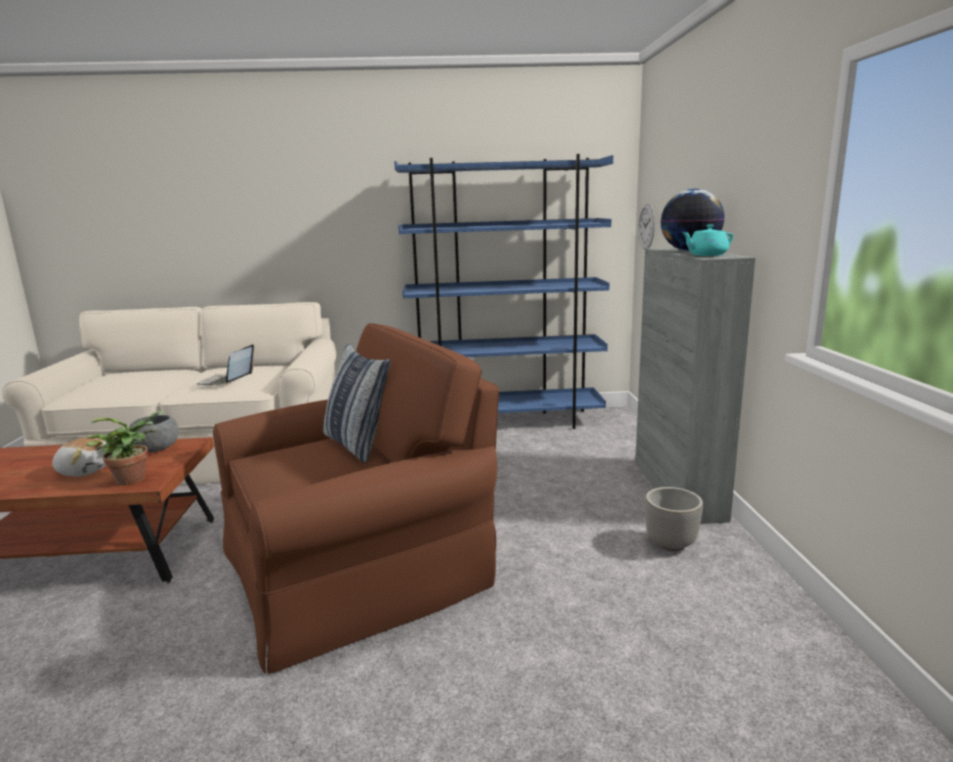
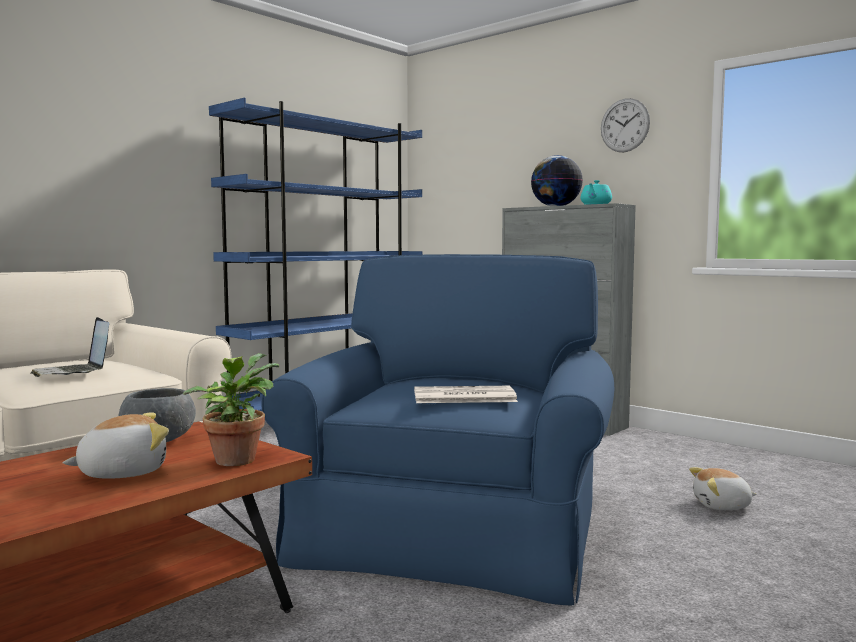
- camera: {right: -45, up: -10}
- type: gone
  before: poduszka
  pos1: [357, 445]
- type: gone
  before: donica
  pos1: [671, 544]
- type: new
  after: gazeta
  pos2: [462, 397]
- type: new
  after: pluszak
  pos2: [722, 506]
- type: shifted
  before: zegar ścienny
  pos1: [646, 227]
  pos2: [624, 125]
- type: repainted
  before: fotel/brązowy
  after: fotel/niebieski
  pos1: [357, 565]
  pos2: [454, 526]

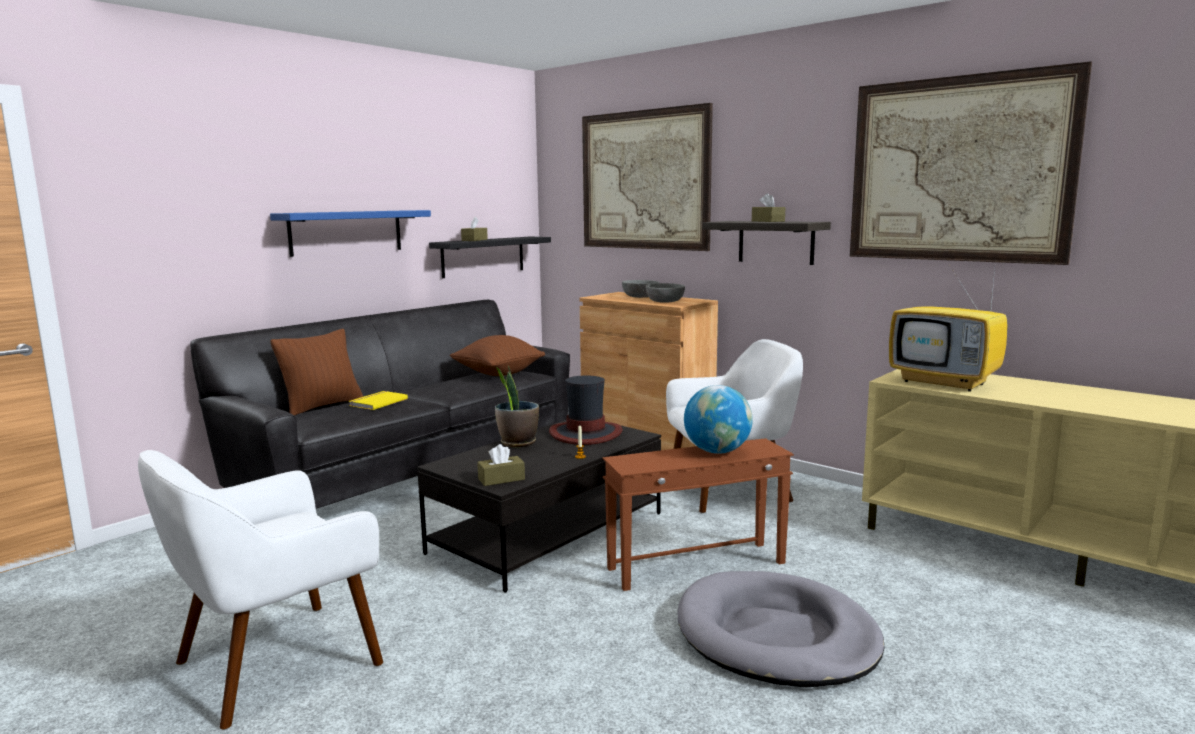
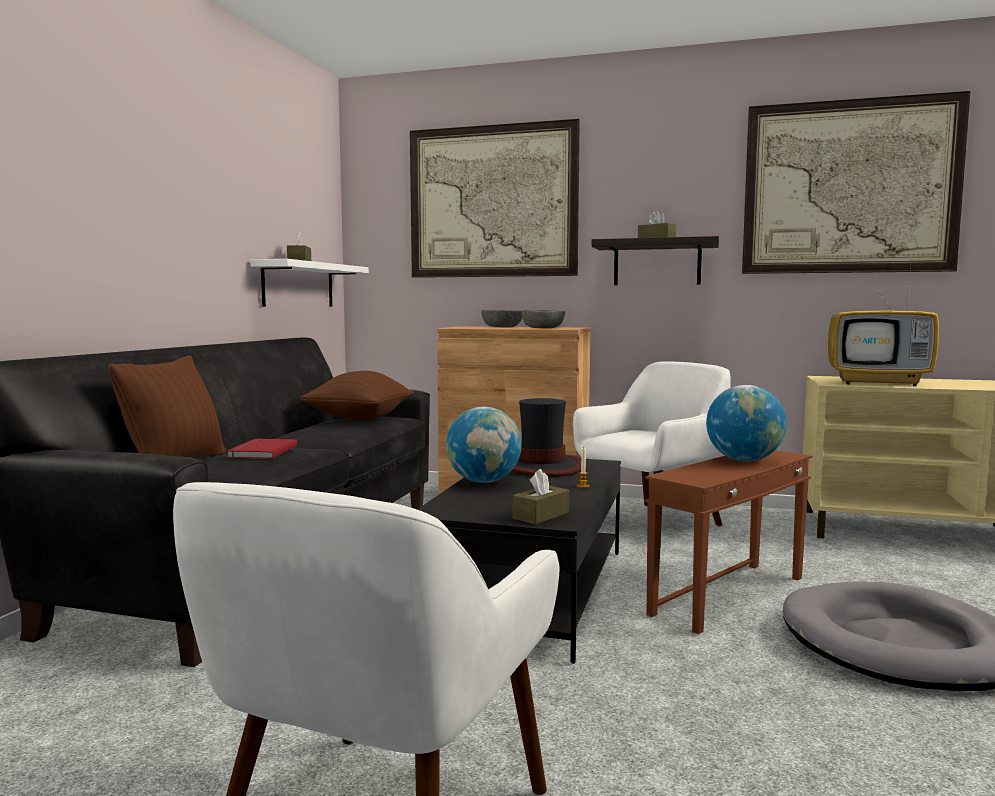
- camera: {right: -25, up: -5}
- type: gone
  before: półka/niebieski
  pos1: [346, 232]
- type: swapped
  before: roślina doniczkowa
  after: globus
  pos1: [517, 443]
  pos2: [484, 482]
- type: repainted
  before: książka/żółty
  after: książka/czerwony
  pos1: [377, 402]
  pos2: [261, 452]
- type: repainted
  before: półka/czarny
  after: półka/biały
  pos1: [483, 256]
  pos2: [298, 285]

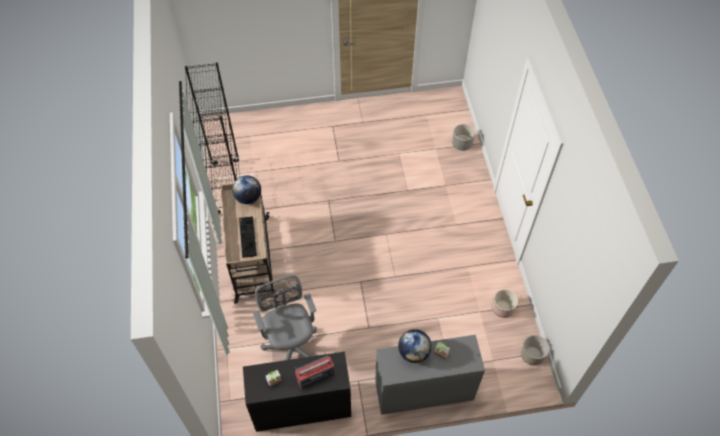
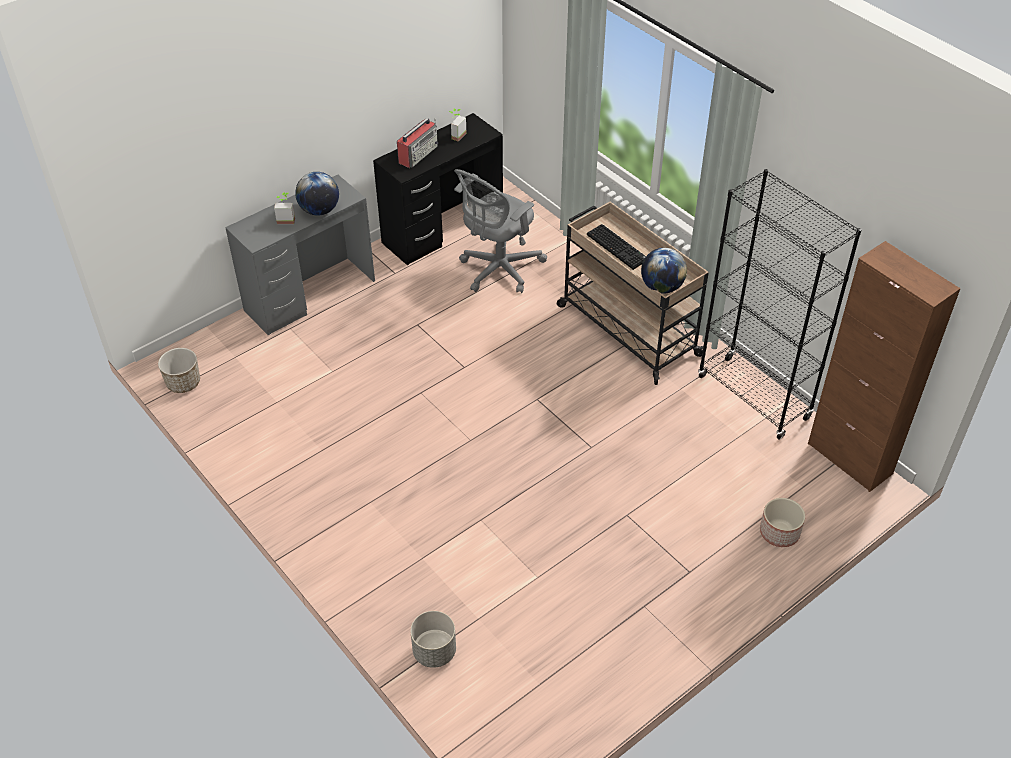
- camera: {right: 150, up: -10}
- type: new
  after: szafka/brązowy
  pos2: [849, 459]
- type: shifted
  before: donica
  pos1: [503, 308]
  pos2: [779, 532]
- type: rotated
  before: krzesło biurowe/szary
  pos1: [291, 346]
  pos2: [498, 270]
  turn: 90

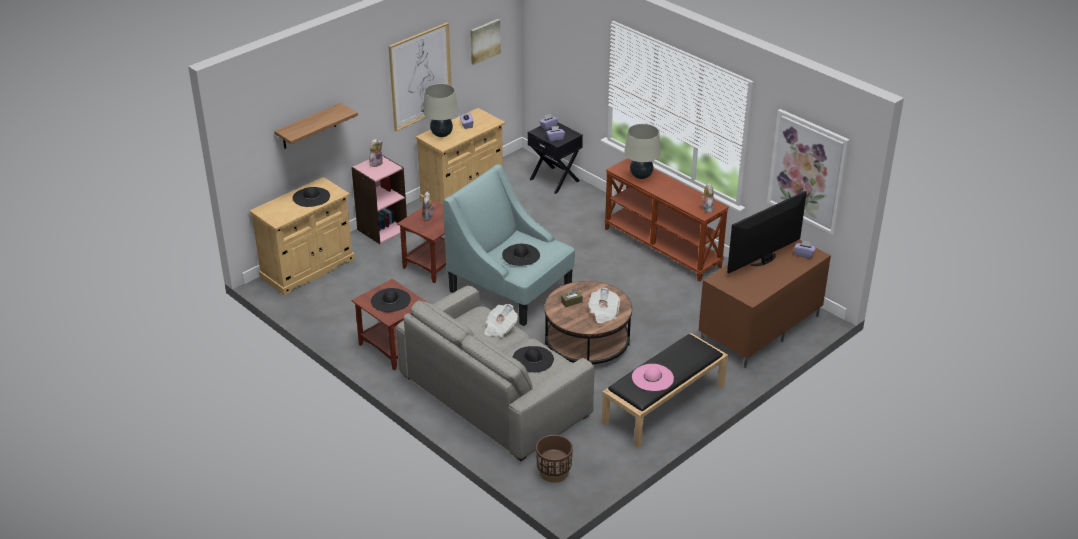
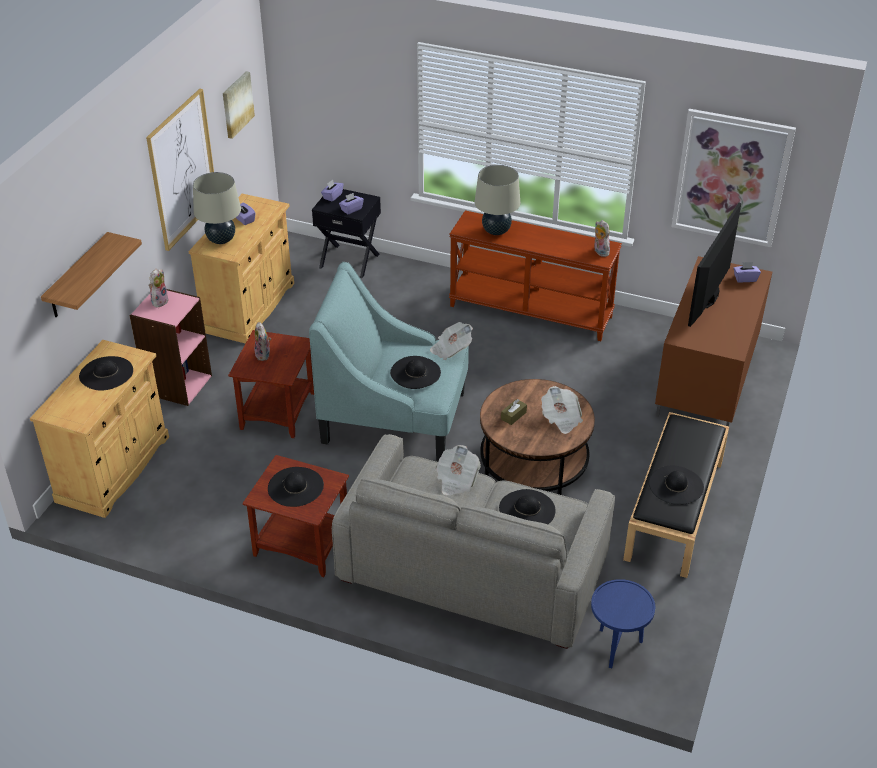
- camera: {right: -25, up: 5}
- type: new
  after: gazeta
  pos2: [451, 349]
- type: swapped
  before: donica/brązowy
  after: stolik/niebieski
  pos1: [553, 472]
  pos2: [616, 649]
- type: repainted
  before: kapelusz/różowy
  after: kapelusz/czarny
  pos1: [652, 377]
  pos2: [676, 485]

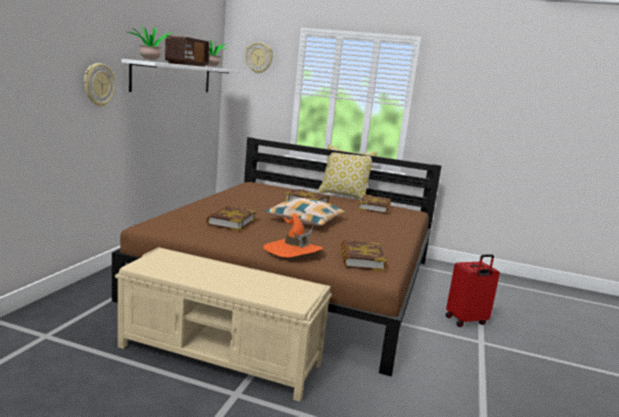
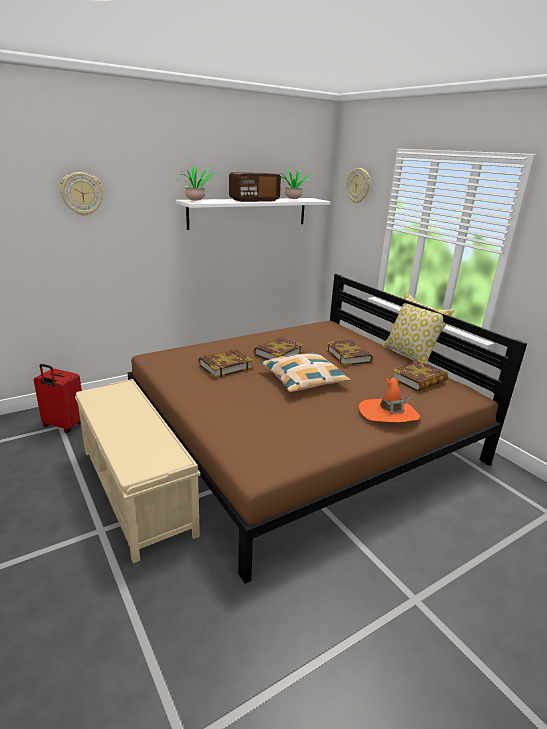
- camera: {right: 40, up: 10}
- type: shifted
  before: zegar ścienny
  pos1: [98, 85]
  pos2: [82, 194]
- type: shifted
  before: kapelusz/pomarańczowy
  pos1: [293, 251]
  pos2: [388, 414]
- type: shifted
  before: książka
  pos1: [361, 259]
  pos2: [278, 353]
- type: shifted
  before: walizka/czerwony
  pos1: [466, 321]
  pos2: [63, 425]

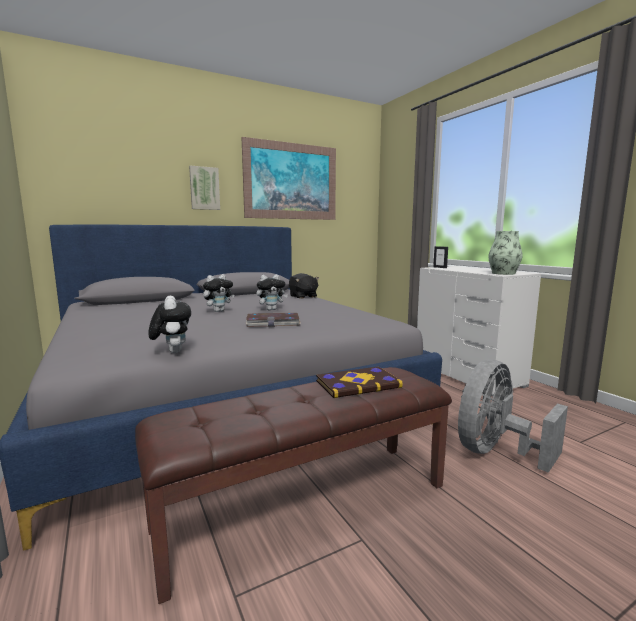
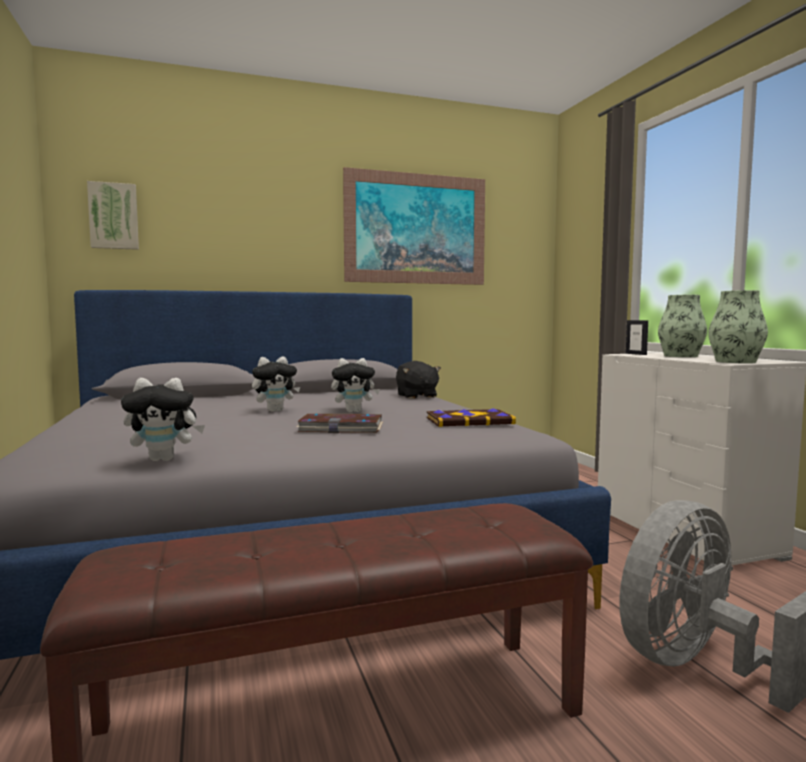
- camera: {right: 10, up: -5}
- type: new
  after: wazon
  pos2: [680, 356]
- type: shifted
  before: obraz
  pos1: [204, 188]
  pos2: [114, 216]
- type: shifted
  before: książka
  pos1: [357, 384]
  pos2: [469, 421]
- type: rotated
  before: pluszak
  pos1: [172, 351]
  pos2: [165, 459]
  turn: 90

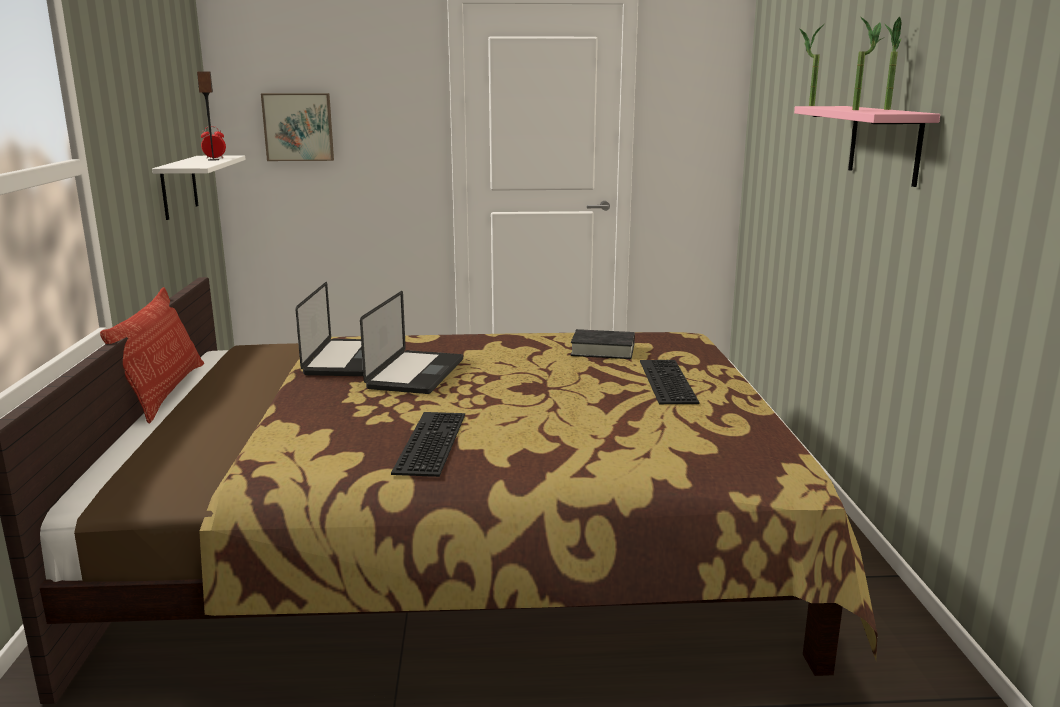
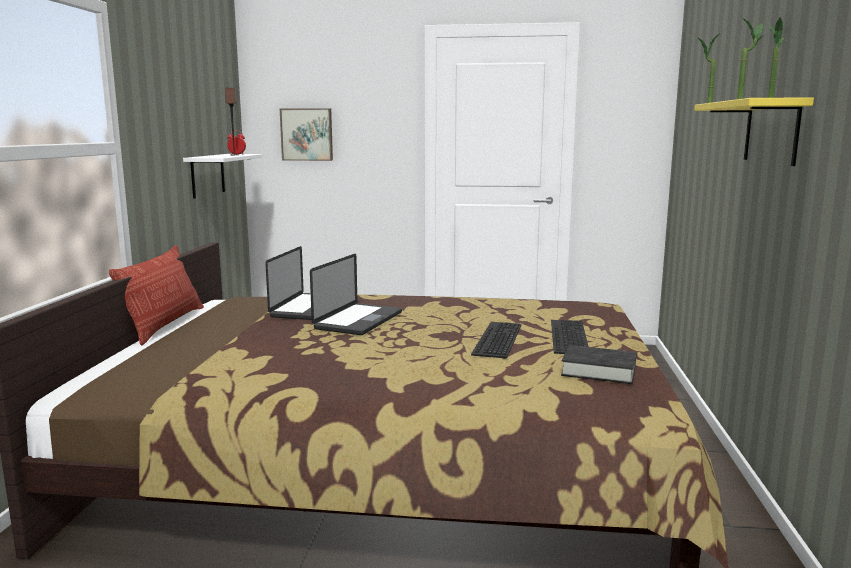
- camera: {right: 10, up: -5}
- type: shifted
  before: klawiatura
  pos1: [428, 441]
  pos2: [496, 338]
- type: shifted
  before: książka/czarny
  pos1: [603, 350]
  pos2: [598, 371]
- type: repainted
  before: półka/różowy
  after: półka/żółty
  pos1: [884, 144]
  pos2: [771, 132]

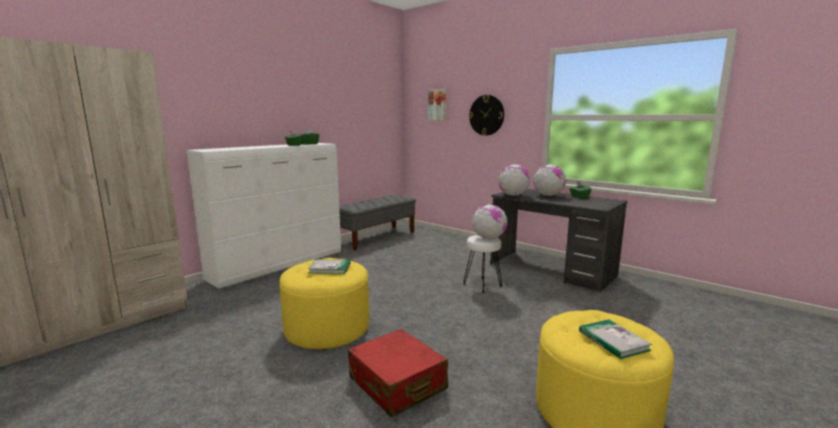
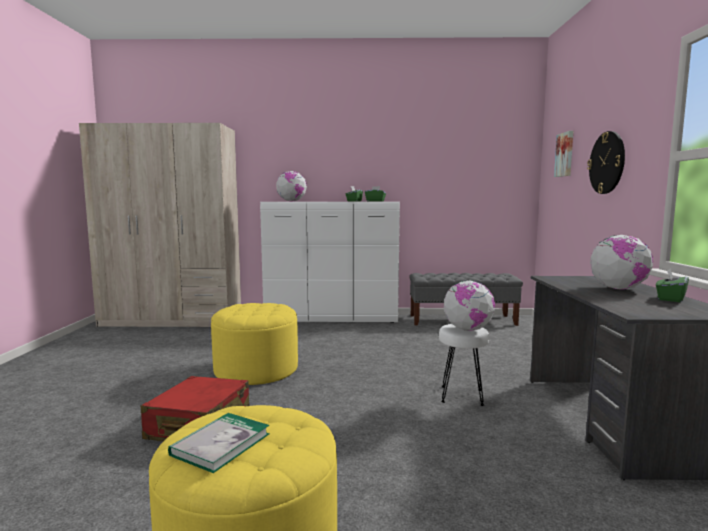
- camera: {right: 50, up: -5}
- type: gone
  before: książka
  pos1: [329, 268]
- type: shifted
  before: globus
  pos1: [513, 195]
  pos2: [291, 201]

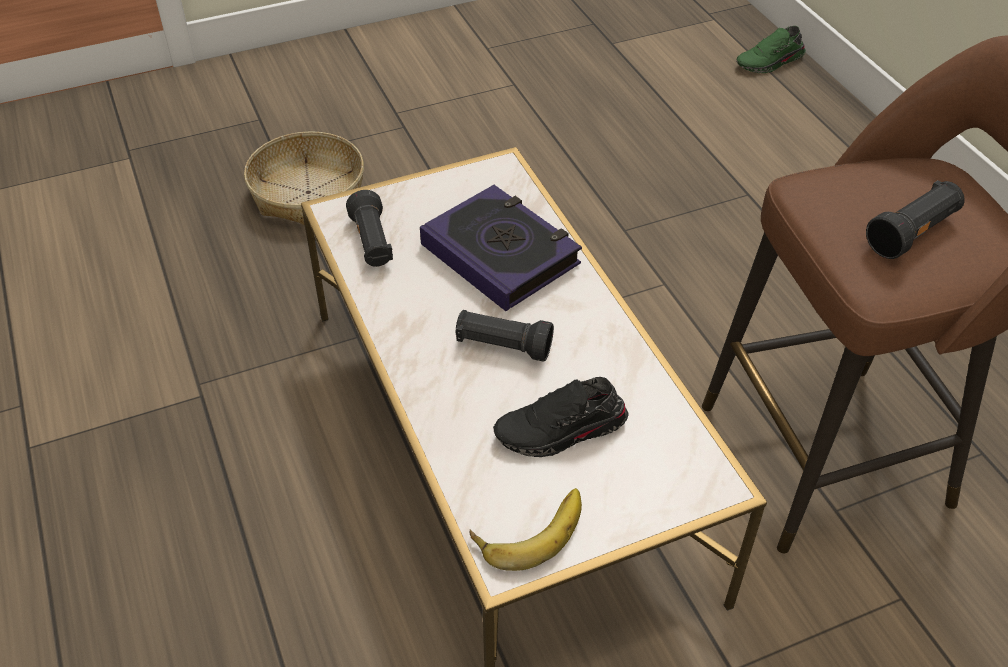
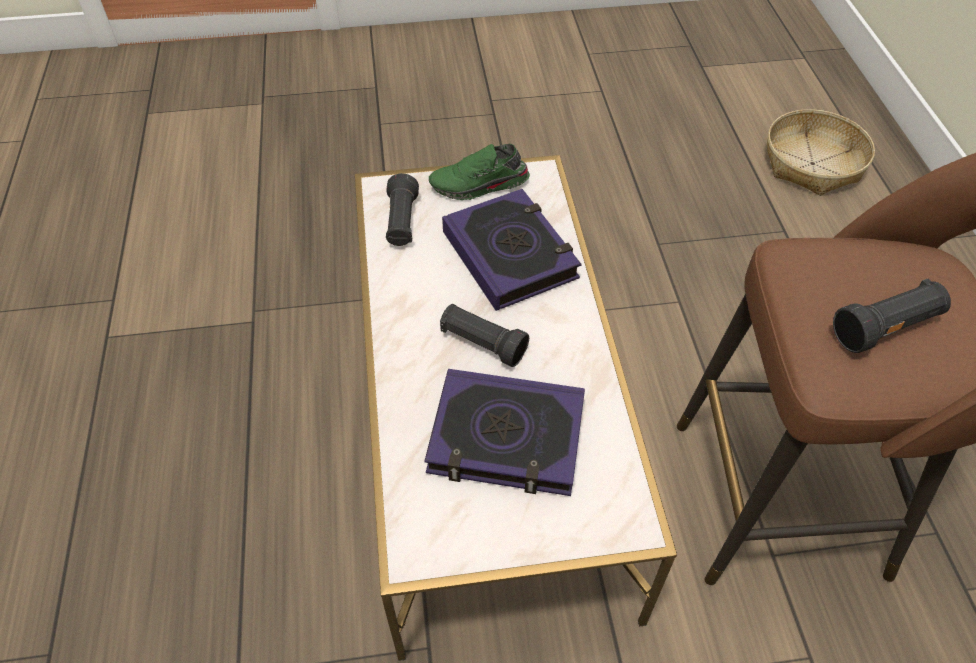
- camera: {right: 15, up: 5}
- type: gone
  before: banan
  pos1: [529, 528]
- type: shifted
  before: koszyk
  pos1: [308, 192]
  pos2: [812, 163]
- type: shifted
  before: but/zielony
  pos1: [770, 63]
  pos2: [479, 186]
- type: swapped
  before: but/czarny
  after: książka
  pos1: [561, 432]
  pos2: [506, 438]

